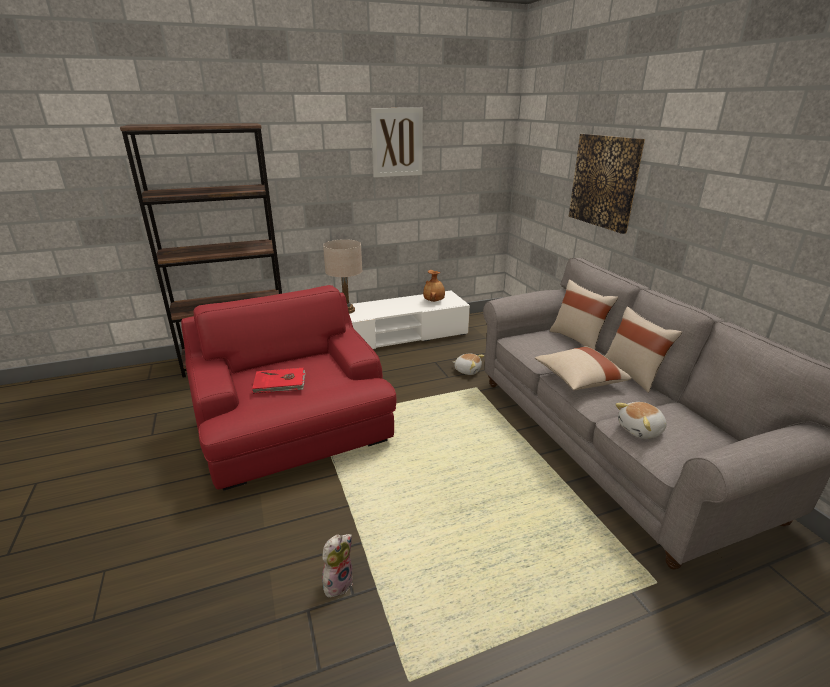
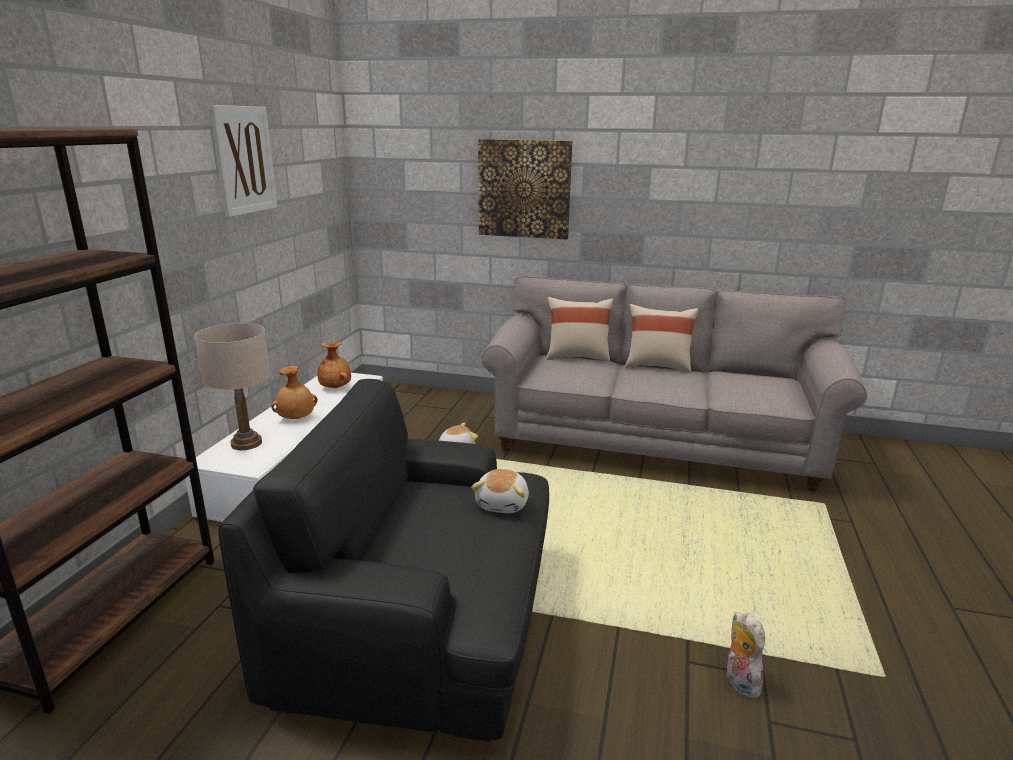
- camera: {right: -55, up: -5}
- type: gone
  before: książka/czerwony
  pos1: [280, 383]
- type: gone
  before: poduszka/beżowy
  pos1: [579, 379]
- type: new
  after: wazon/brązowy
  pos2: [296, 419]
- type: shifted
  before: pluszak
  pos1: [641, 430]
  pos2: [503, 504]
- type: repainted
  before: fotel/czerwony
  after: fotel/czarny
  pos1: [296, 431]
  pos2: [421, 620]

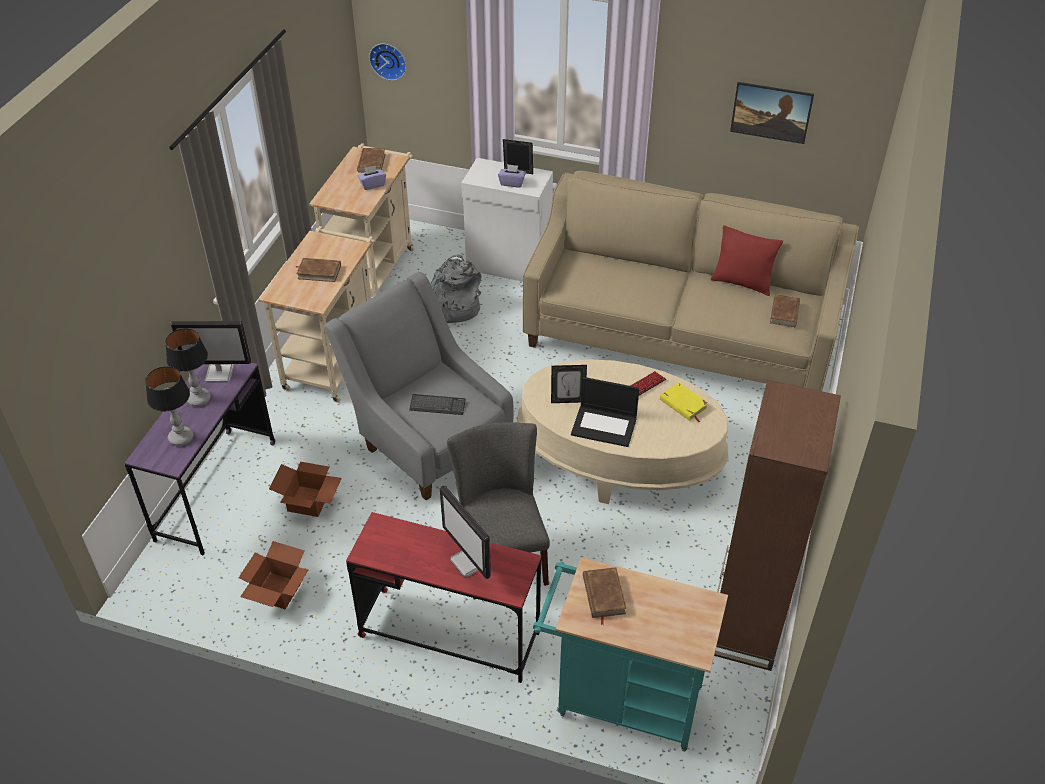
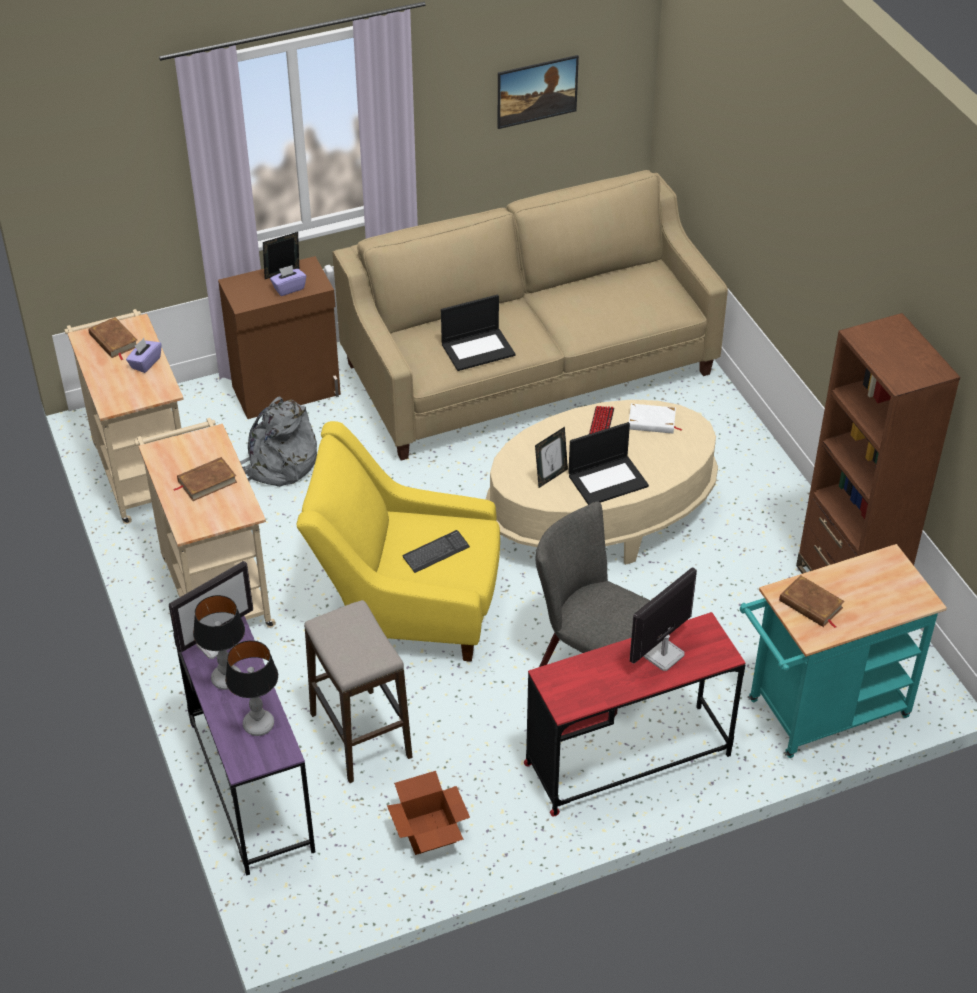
- camera: {right: -40, up: 0}
- type: gone
  before: zegar ścienny
  pos1: [389, 60]
- type: gone
  before: poduszka/czerwony
  pos1: [742, 283]
- type: gone
  before: książka/brązowy
  pos1: [784, 313]
- type: new
  after: laptop
  pos2: [478, 349]
- type: swapped
  before: karton
  after: stołek
  pos1: [309, 502]
  pos2: [361, 735]
- type: repainted
  before: fotel/szary
  after: fotel/żółty
  pos1: [428, 440]
  pos2: [408, 606]
- type: repainted
  before: szafka/biały
  after: szafka/brązowy
  pos1: [509, 266]
  pos2: [287, 391]
- type: repainted
  before: książka/żółty
  after: książka/biały
  pos1: [683, 404]
  pos2: [652, 422]
- type: rotated
  before: monitor
  pos1: [470, 562]
  pos2: [662, 655]
  turn: 120

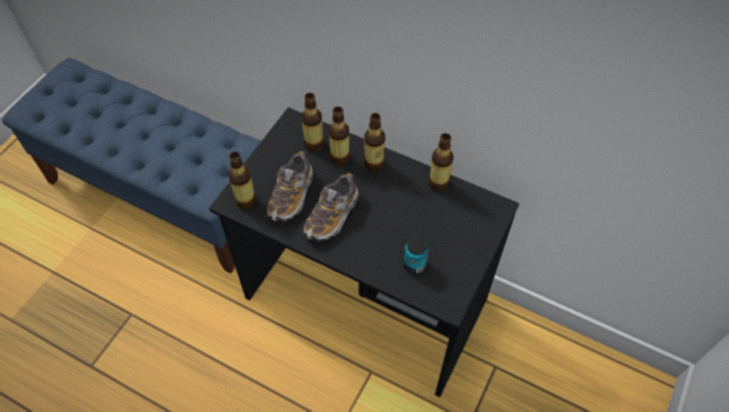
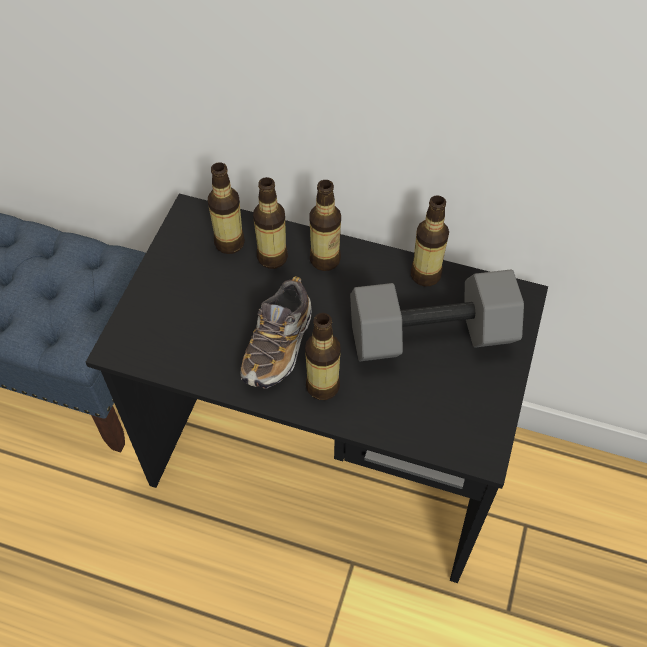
- camera: {right: -10, up: 0}
- type: gone
  before: but
  pos1: [291, 196]
- type: gone
  before: puszka
  pos1: [414, 265]
- type: new
  after: hantel/szary
  pos2: [429, 337]
- type: shifted
  before: butelka
  pos1: [246, 201]
  pos2: [322, 386]

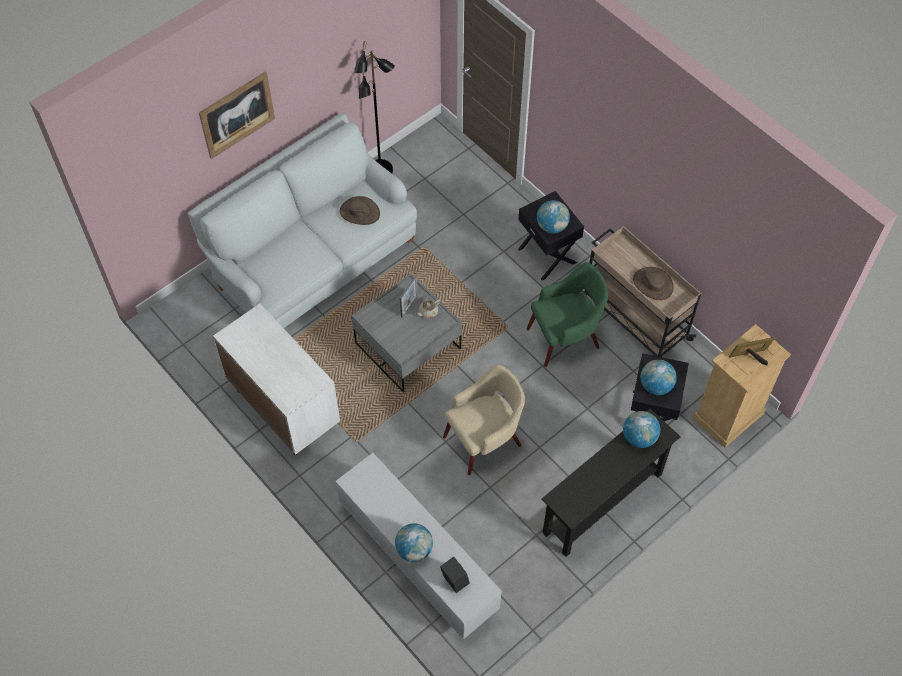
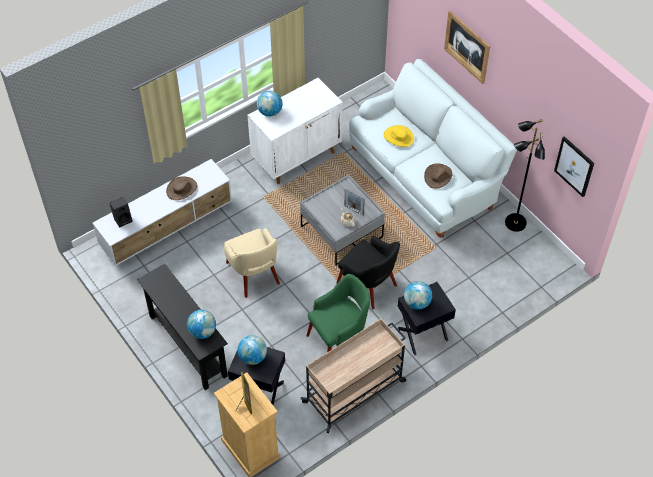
- camera: {right: 95, up: -5}
- type: new
  after: fotel/czarny
  pos2: [368, 285]
- type: new
  after: kapelusz/żółty
  pos2: [398, 137]
- type: new
  after: obraz
  pos2: [574, 166]
- type: shifted
  before: globus
  pos1: [414, 549]
  pos2: [270, 112]
- type: shifted
  before: kapelusz/brązowy
  pos1: [653, 284]
  pos2: [182, 189]
- type: rotated
  before: fotel/zielony
  pos1: [565, 337]
  pos2: [339, 338]
  turn: -105

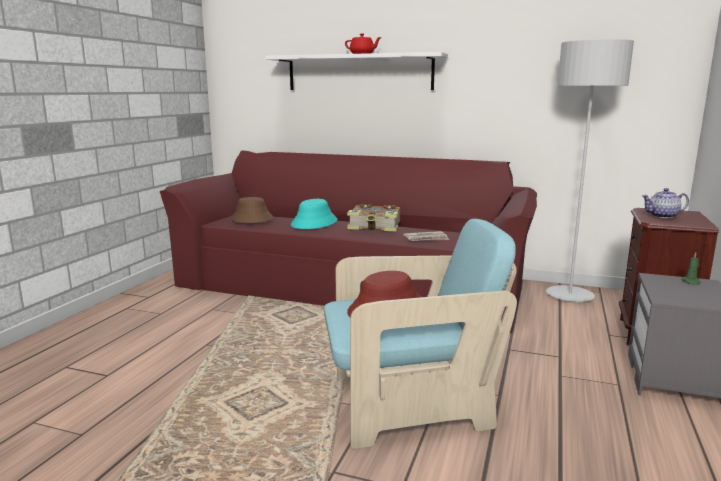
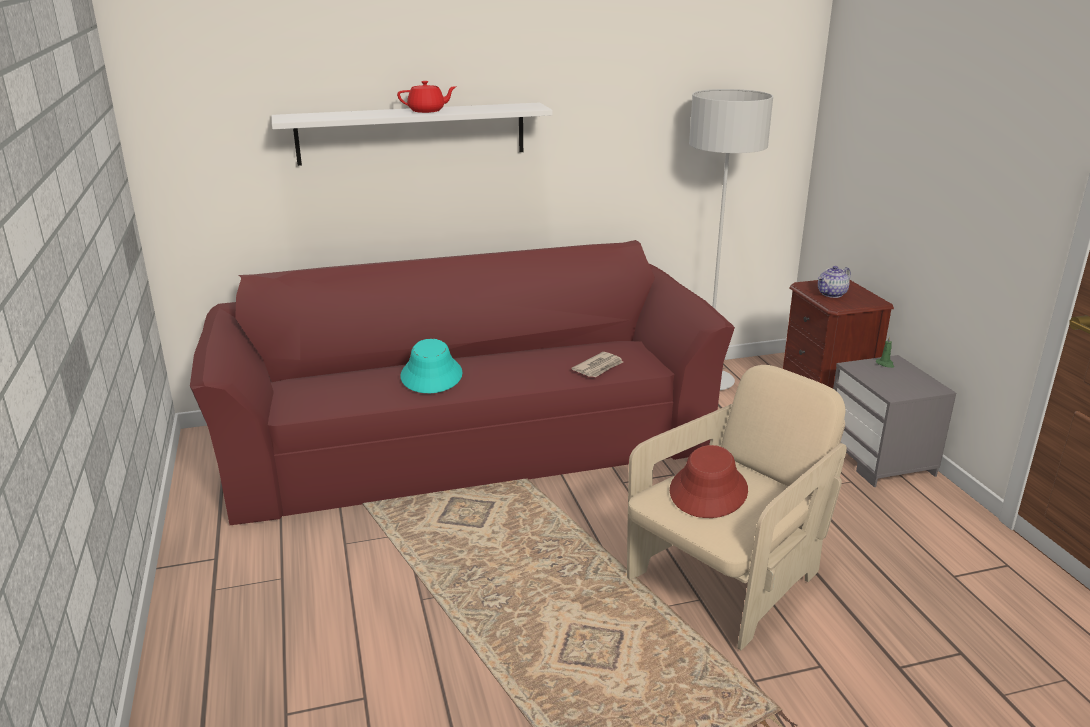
- camera: {right: -35, up: 10}
- type: gone
  before: kapelusz/brązowy
  pos1: [252, 219]
- type: gone
  before: książka
  pos1: [375, 226]
- type: repainted
  before: fotel/turkusowy
  after: fotel/beżowy
  pos1: [409, 405]
  pos2: [727, 580]

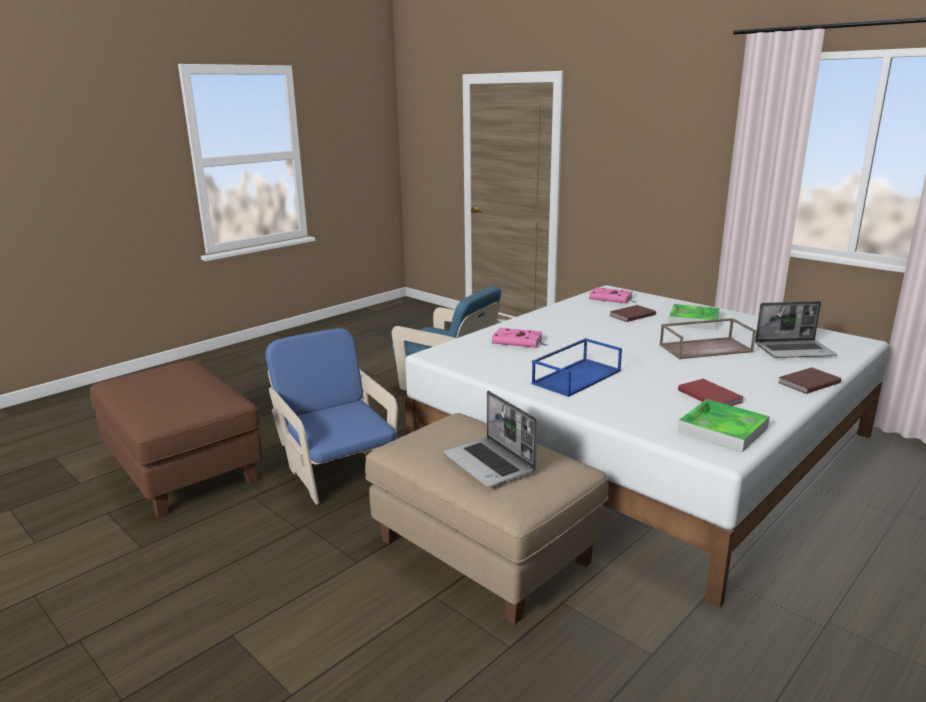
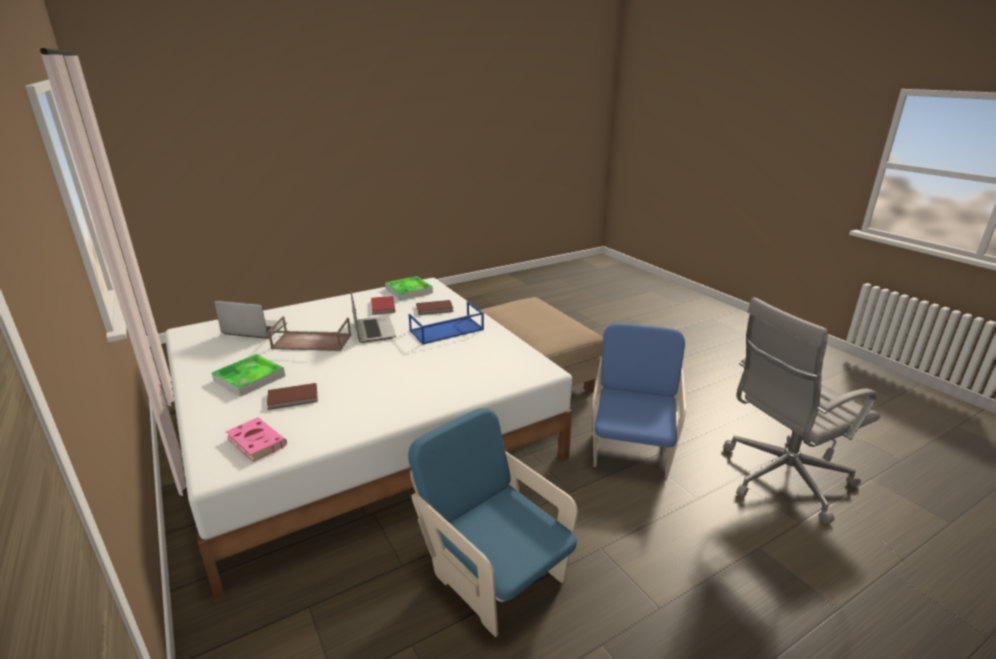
- camera: {right: -165, up: 5}
- type: gone
  before: książka/różowy
  pos1: [519, 341]
- type: shifted
  before: laptop
  pos1: [490, 464]
  pos2: [373, 330]
- type: shifted
  before: książka/brązowy
  pos1: [807, 382]
  pos2: [435, 309]
- type: swapped
  before: pufa/brązowy
  after: krzesło biurowe/szary
  pos1: [183, 469]
  pos2: [781, 478]
- type: rotated
  before: fotel/niebieski
  pos1: [338, 472]
  pos2: [631, 447]
  turn: -150

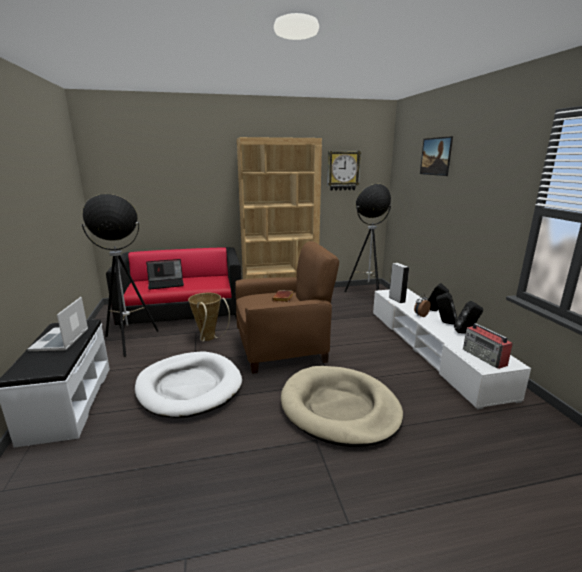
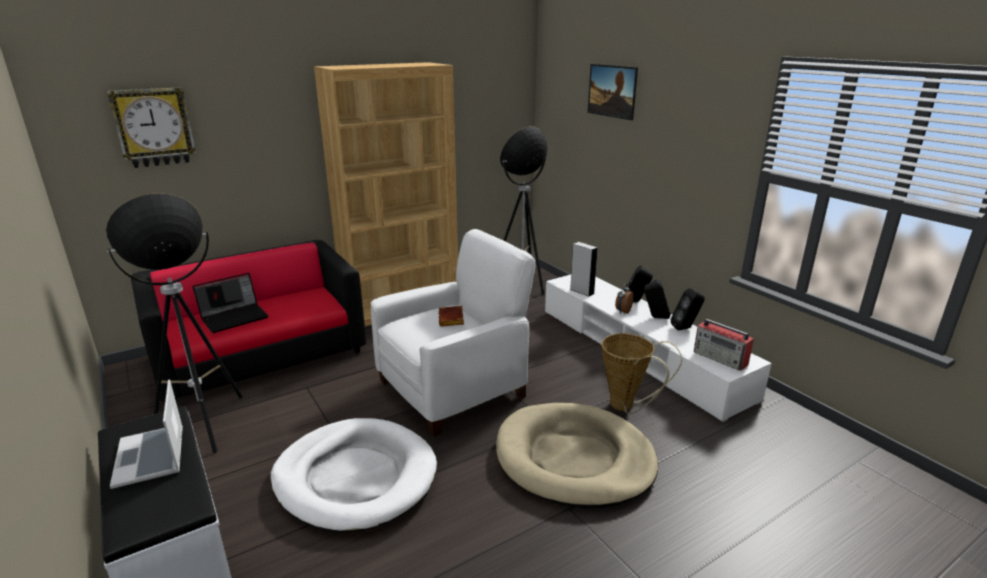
- camera: {right: -20, up: 5}
- type: shifted
  before: koszyk
  pos1: [209, 339]
  pos2: [627, 407]
- type: shifted
  before: zegar ścienny
  pos1: [343, 170]
  pos2: [154, 127]
- type: repainted
  before: fotel/brązowy
  after: fotel/biały
  pos1: [282, 348]
  pos2: [453, 388]

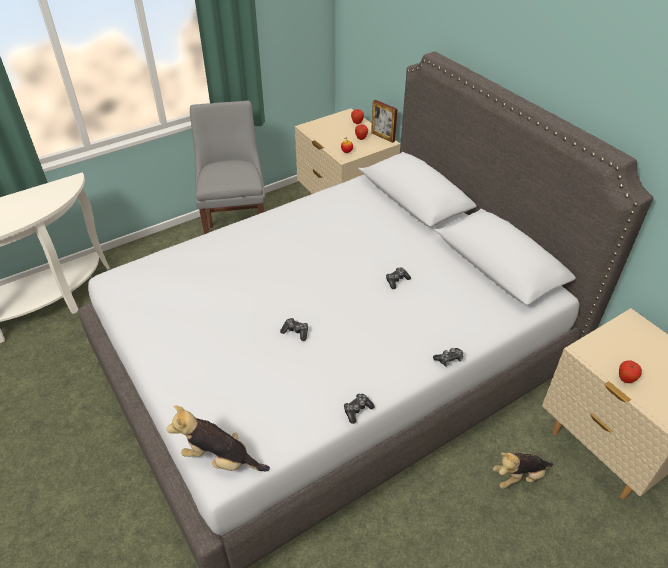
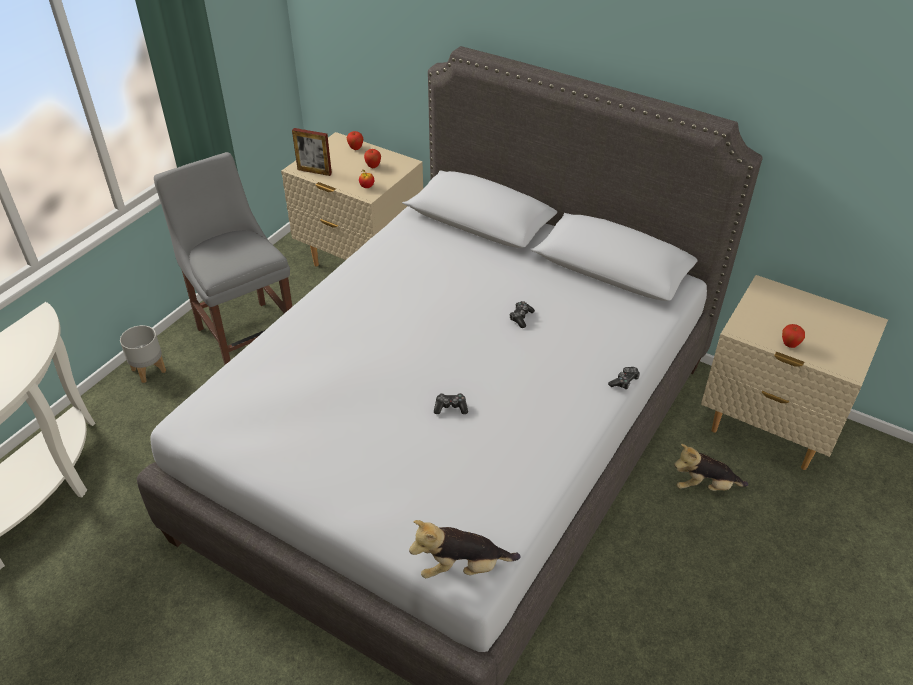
- camera: {right: -25, up: 0}
- type: gone
  before: pad do gier
  pos1: [357, 410]
- type: new
  after: donica/szary
  pos2: [148, 370]
- type: shifted
  before: ramka na zdjęcie
  pos1: [383, 137]
  pos2: [314, 171]
- type: rotated
  before: pluszak
  pos1: [519, 477]
  pos2: [704, 486]
  turn: 45

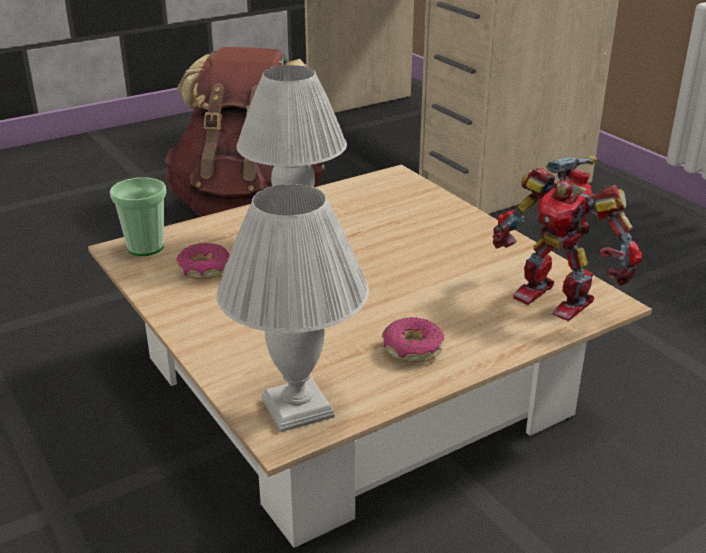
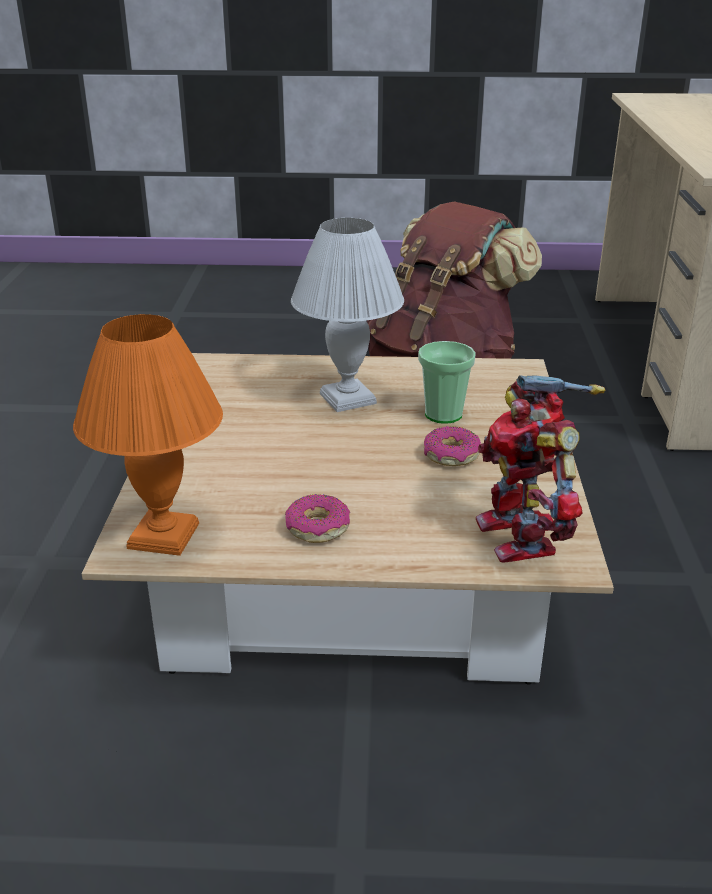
- camera: {right: 35, up: 0}
- type: shifted
  before: filiżanka
  pos1: [145, 247]
  pos2: [443, 414]
- type: shifted
  before: donut
  pos1: [204, 270]
  pos2: [451, 456]
- type: repainted
  before: lampa stołowa/biały
  after: lampa stołowa/pomarańczowy
  pos1: [296, 409]
  pos2: [161, 536]

